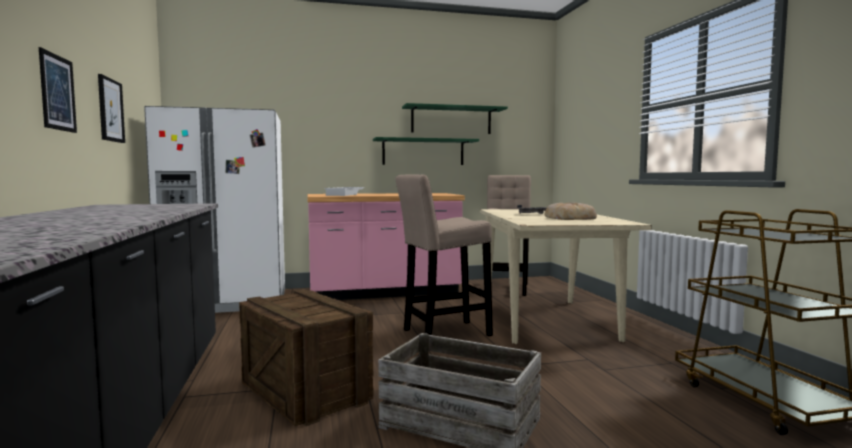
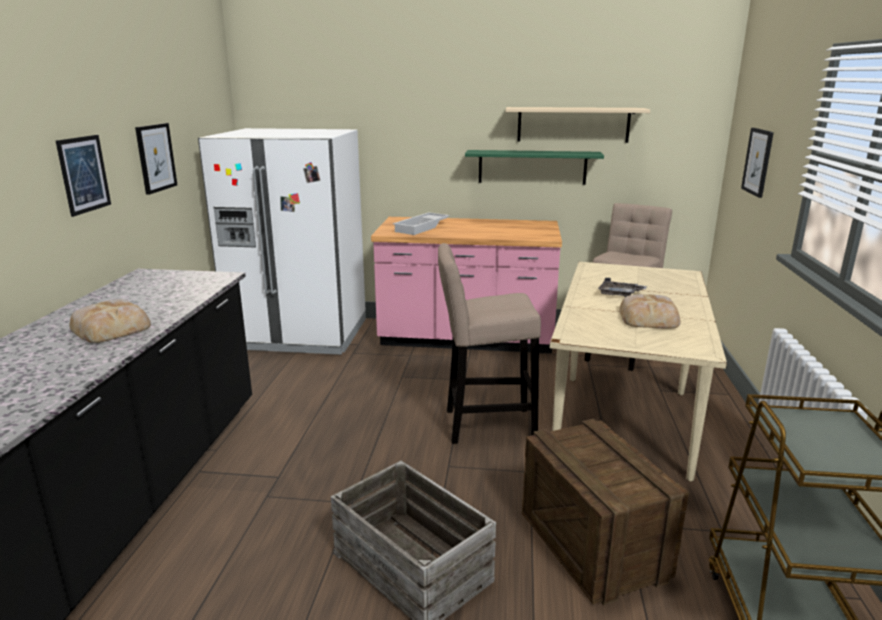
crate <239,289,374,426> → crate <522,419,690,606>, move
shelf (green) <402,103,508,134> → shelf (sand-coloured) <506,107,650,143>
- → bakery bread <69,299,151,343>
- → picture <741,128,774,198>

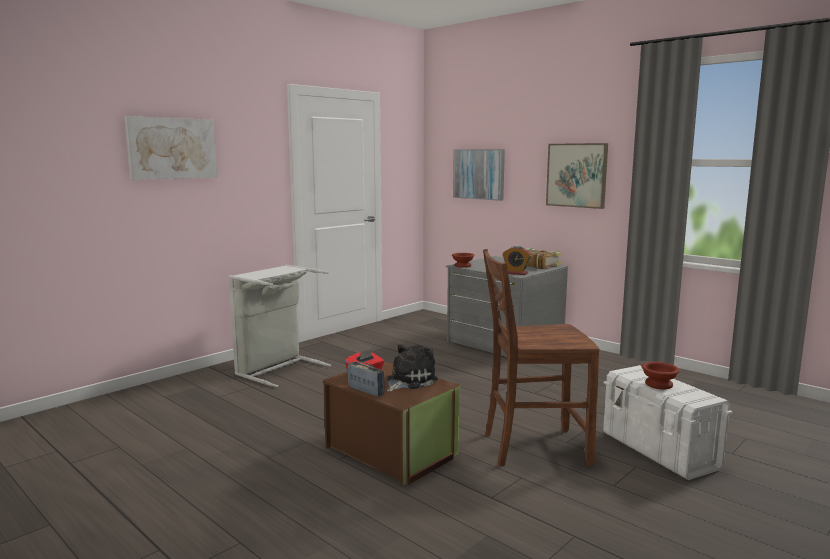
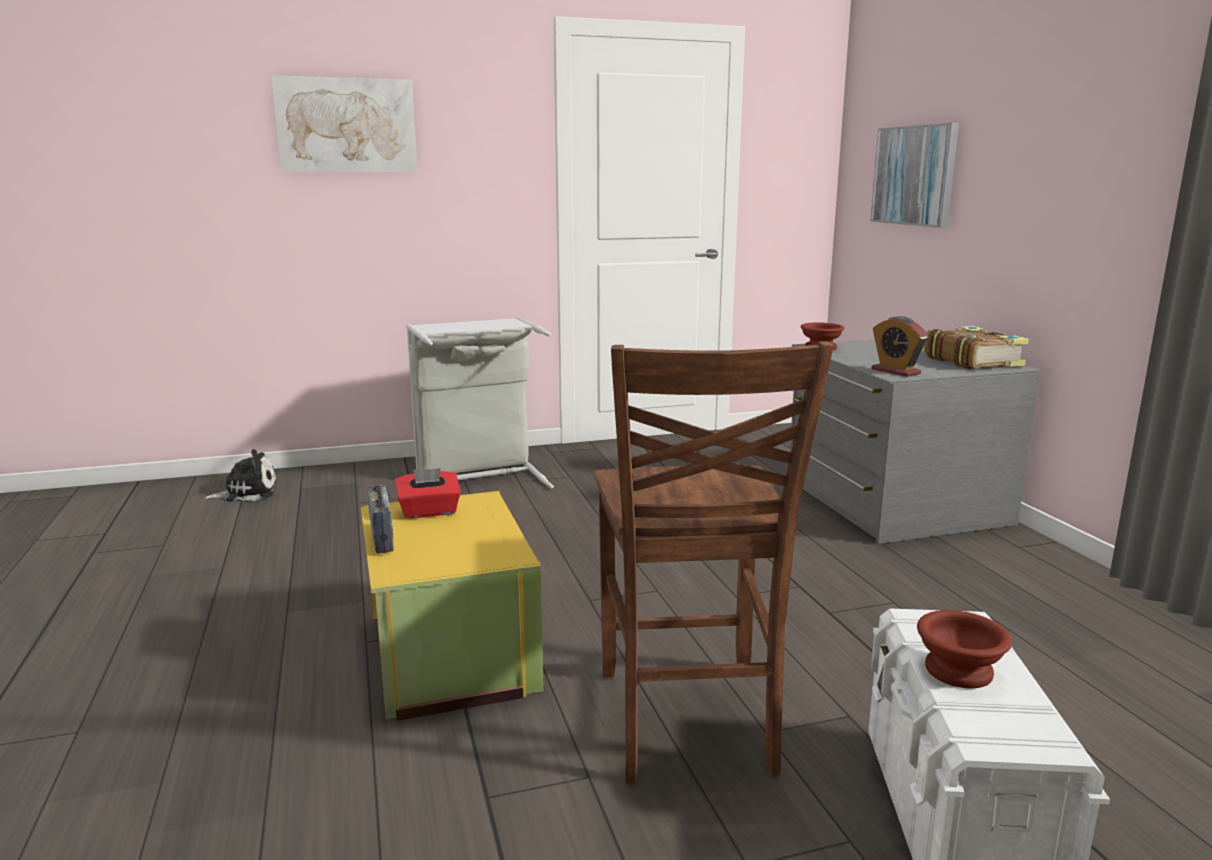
storage box (brown-coloured) <323,361,461,485> → storage box (yellowish) <361,491,544,721>
soft toy <387,344,438,392> → soft toy <204,449,276,502>, move
plain chair (brown-coloured) <483,249,599,467> → plain chair (brown-coloured) <595,341,834,785>, 120 degrees counterclockwise
picture <546,143,608,209> → -

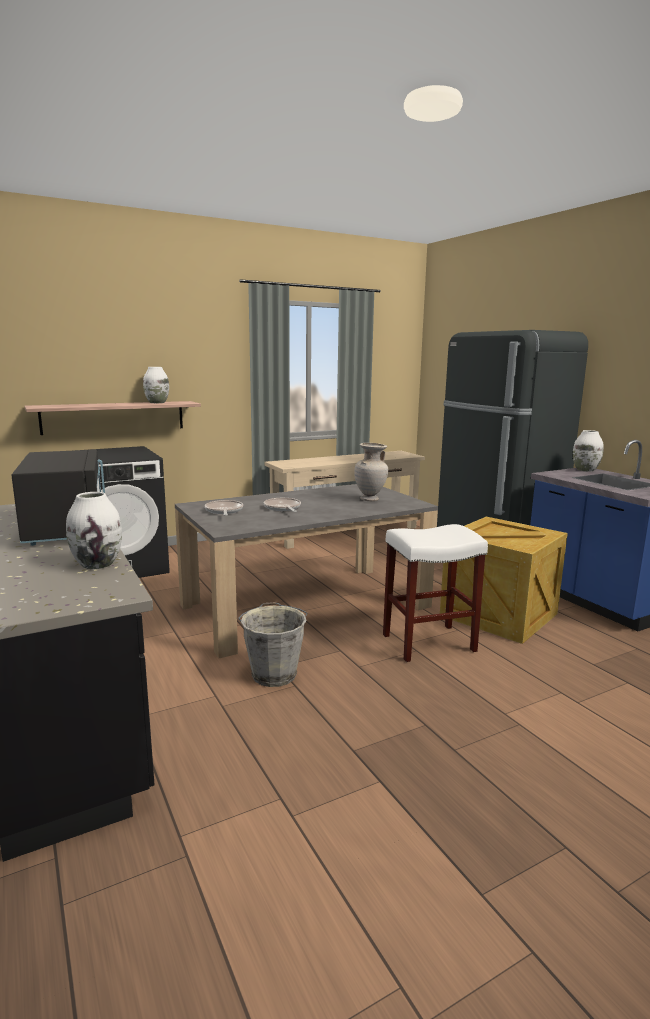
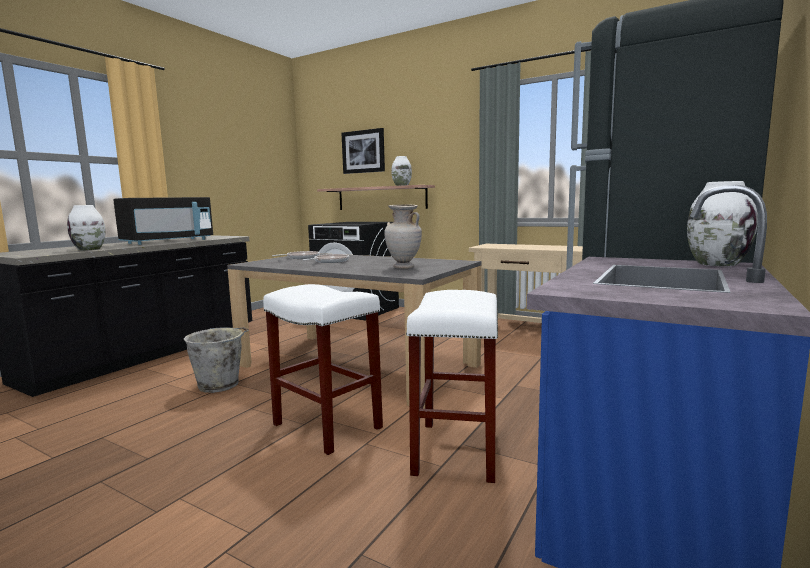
crate <440,517,568,644> → stool (white-coloured) <406,290,498,483>
- → picture <342,128,385,174>

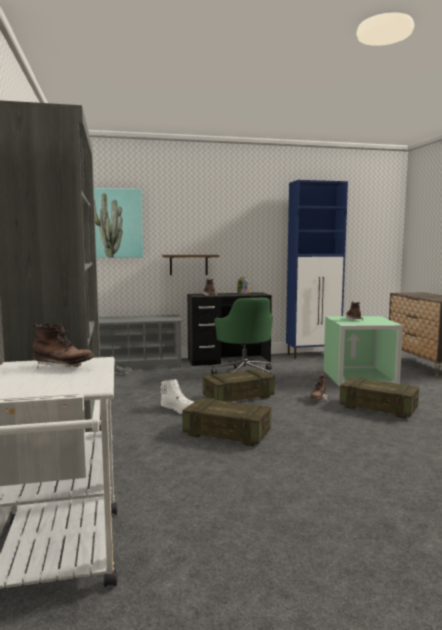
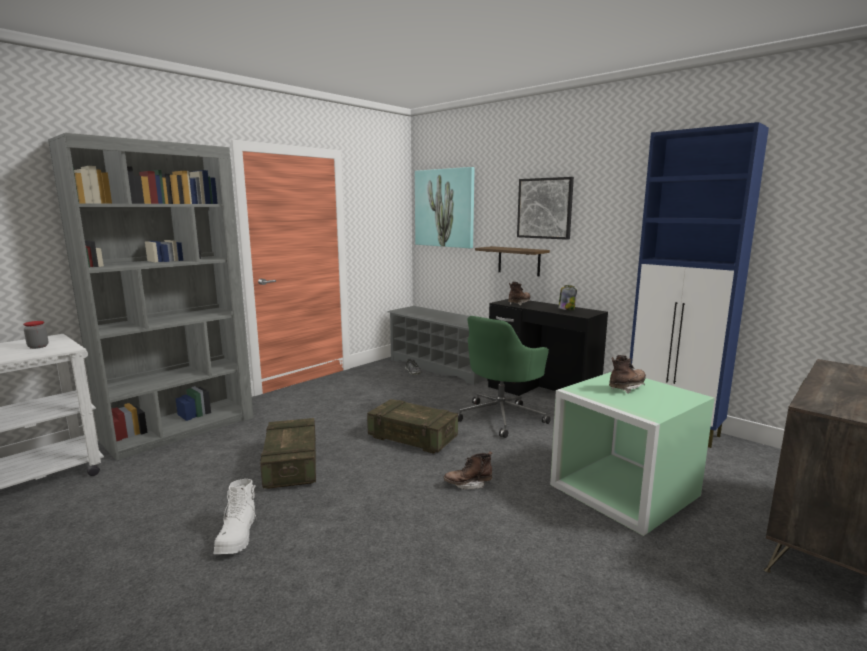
high-top boot (brown-coloured) <33,322,95,368> → jar <23,321,48,349>
high-top boot (white-coloured) <160,379,195,414> → high-top boot (white-coloured) <213,479,257,554>, move
crate <340,377,419,419> → -
- → picture <517,177,574,240>

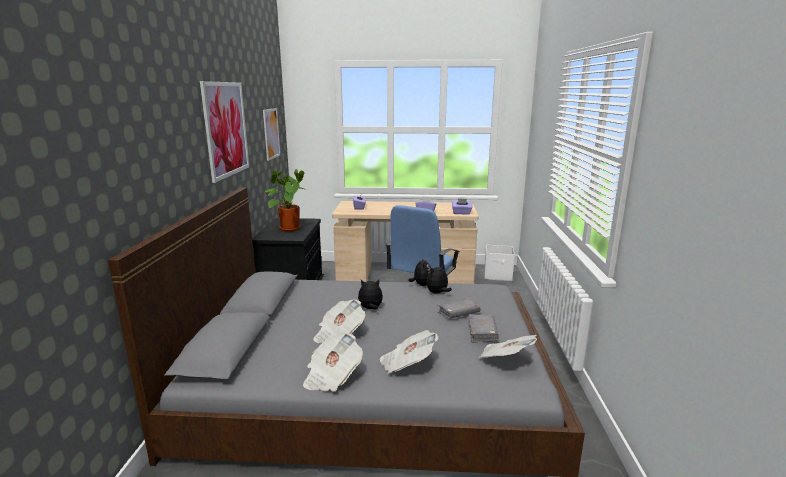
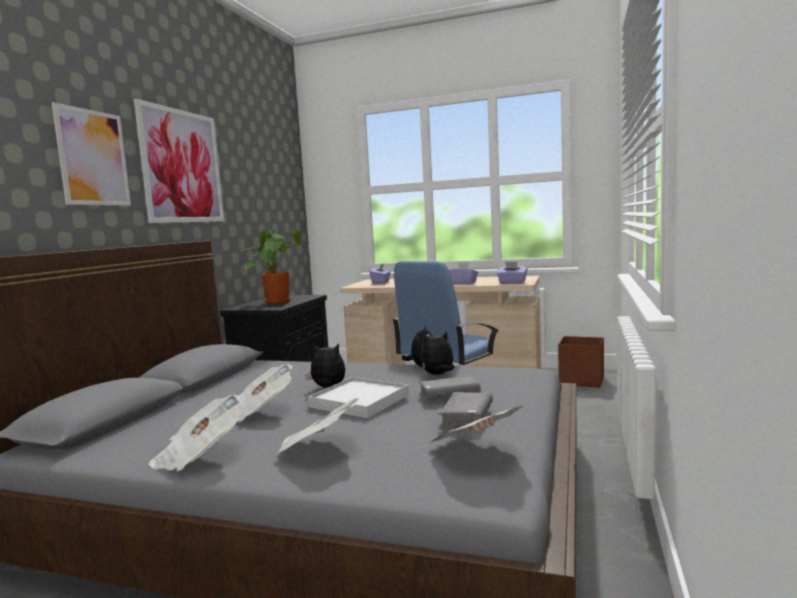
picture <263,108,280,161> → picture <52,102,131,205>, move
storage box (white-coloured) <485,245,515,281> → storage box (brown-coloured) <558,336,604,388>
- → serving tray (white-coloured) <308,377,409,418>

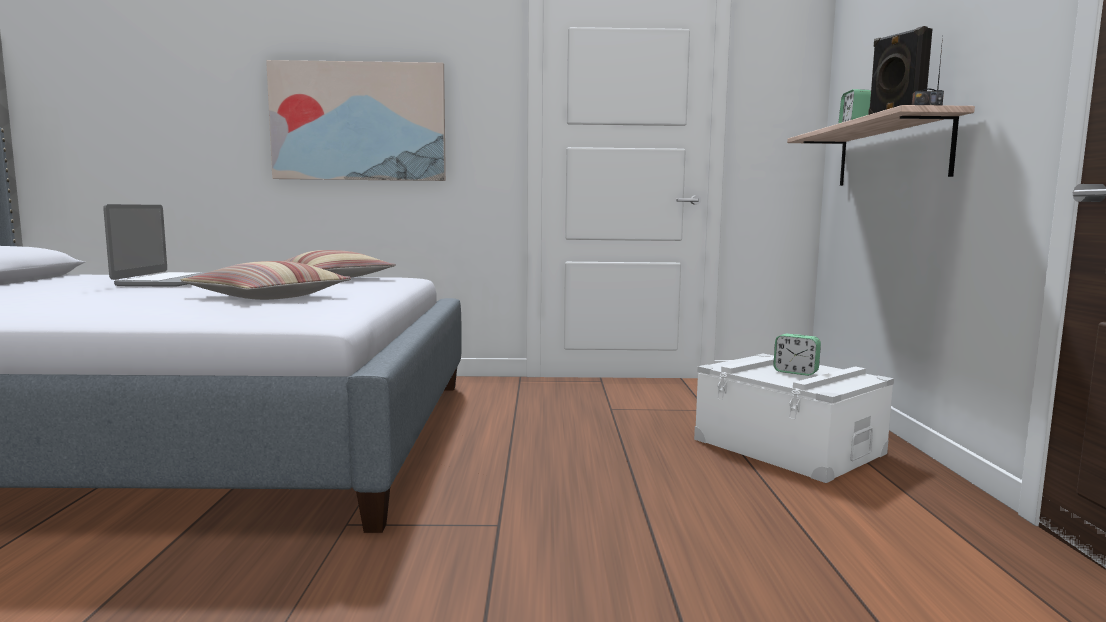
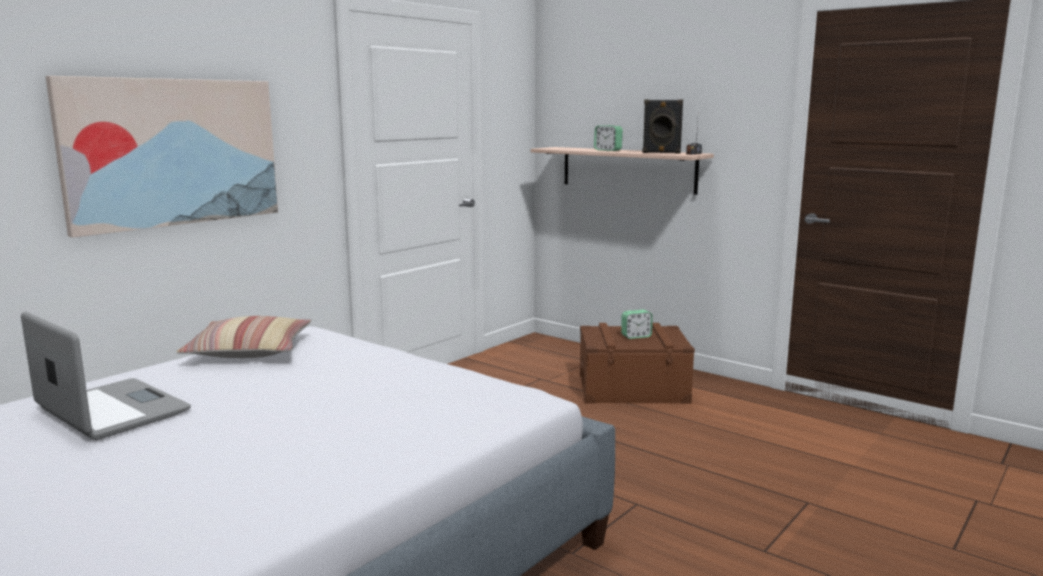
cushion <181,261,351,300> → -
storage box (white-coloured) <694,354,894,483> → storage box (brown-coloured) <580,323,695,404>

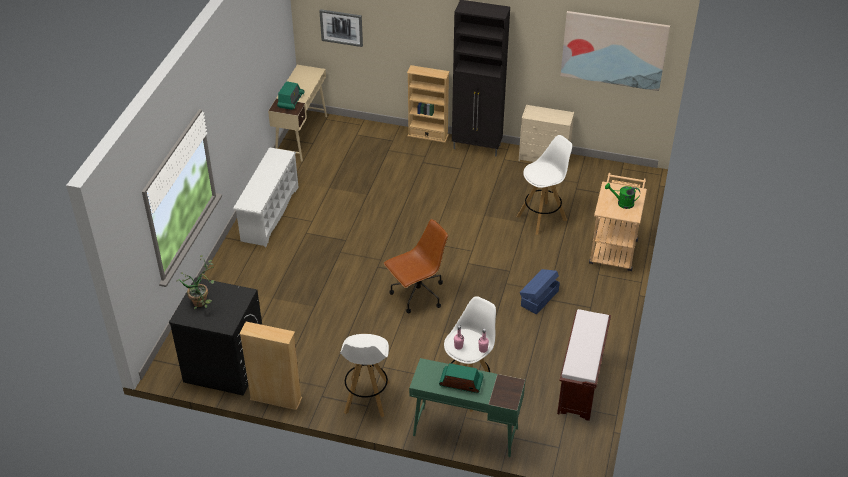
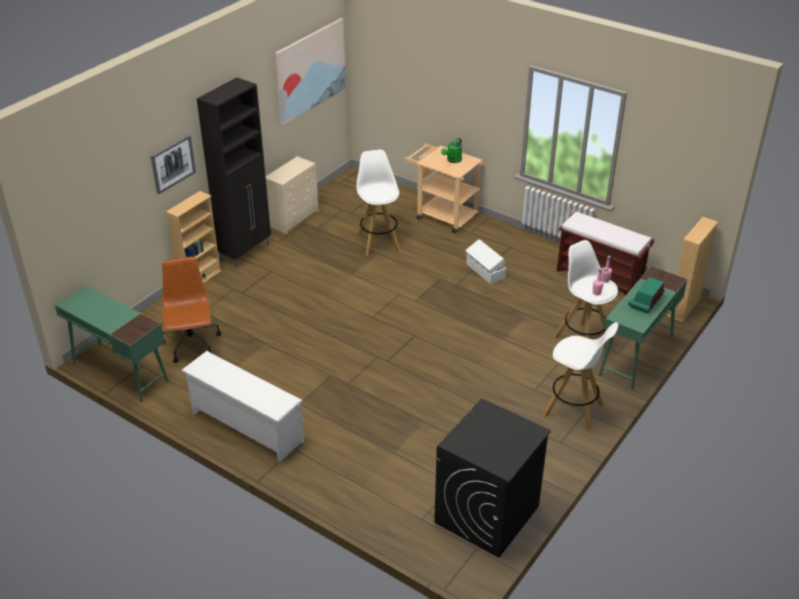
houseplant <176,255,215,309> → -
bookshelf (sand-coloured) <239,322,302,410> → bookshelf (sand-coloured) <667,217,718,322>, move
desk table (sand-coloured) <268,65,327,162> → desk table (green) <55,286,169,402>
radio set <277,81,305,110> → -
picture <319,9,363,47> → picture <151,135,196,194>, move
desk chair (brown-coloured) <384,219,448,313> → desk chair (brown-coloured) <162,257,221,363>, move
storage box (blue-coloured) <520,269,560,314> → storage box (white-coloured) <465,239,506,284>

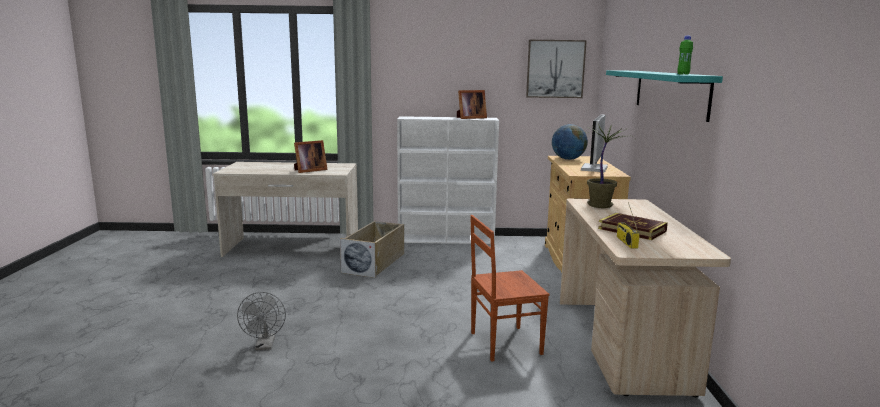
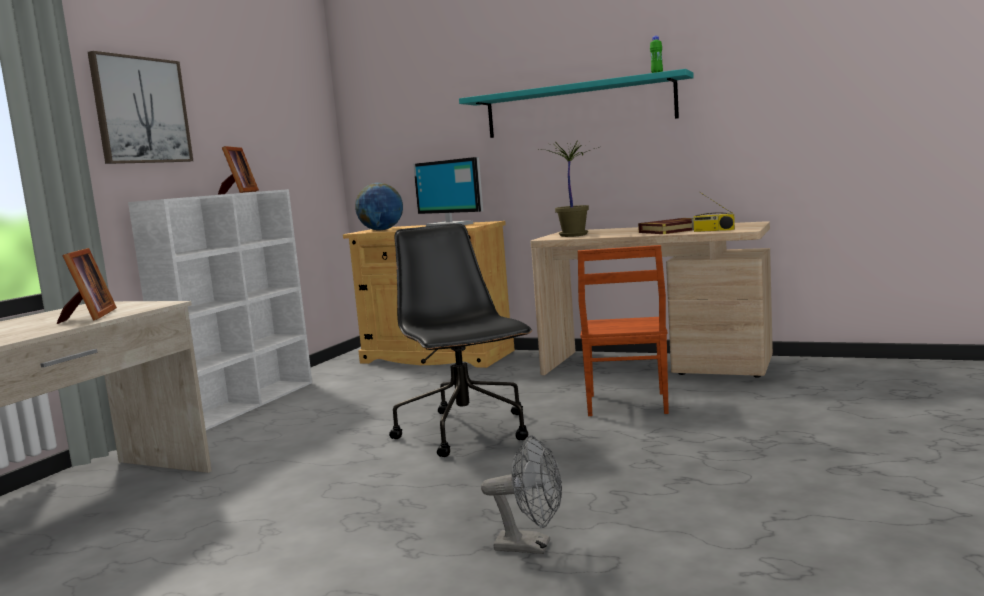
storage box (sand-coloured) <340,221,404,278> → -
picture <526,40,587,98> → picture <88,51,193,164>, move
- → desk chair (black) <389,224,532,457>

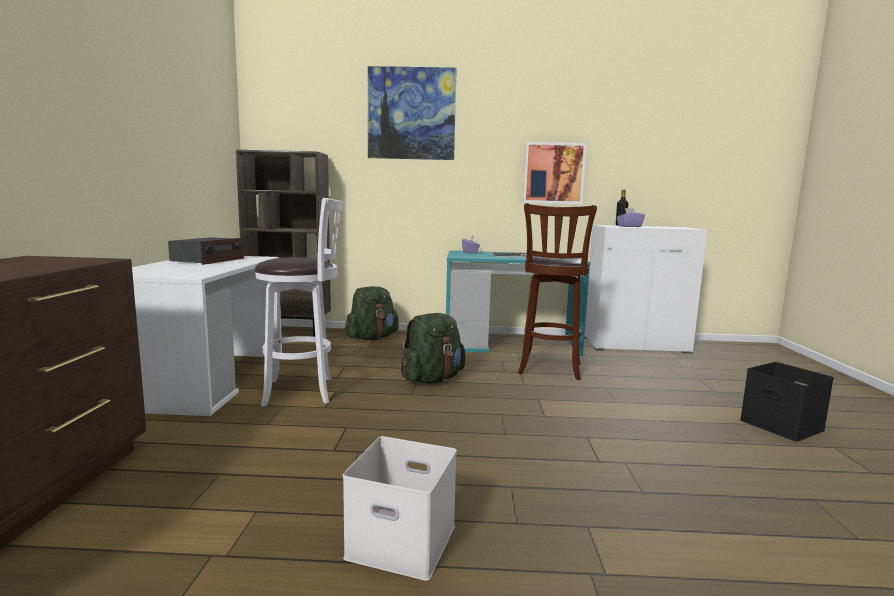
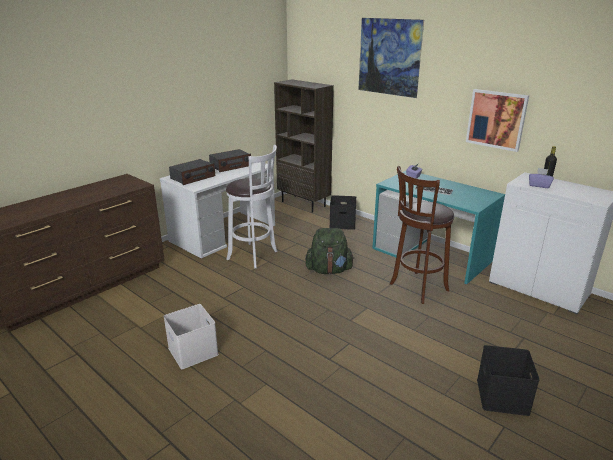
rucksack (green) <345,286,399,340> → storage box (black) <329,195,356,230>
- → radio set <169,159,215,185>

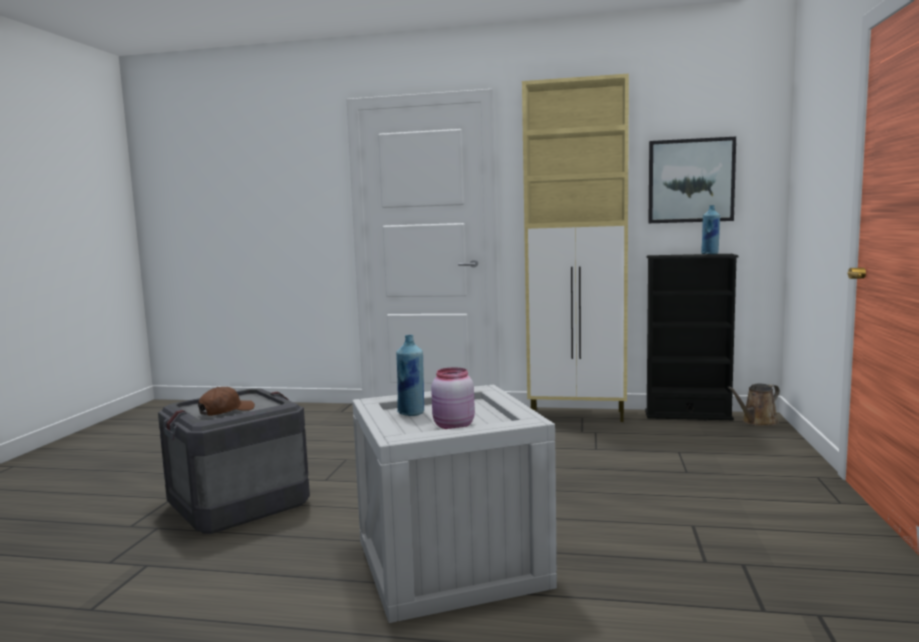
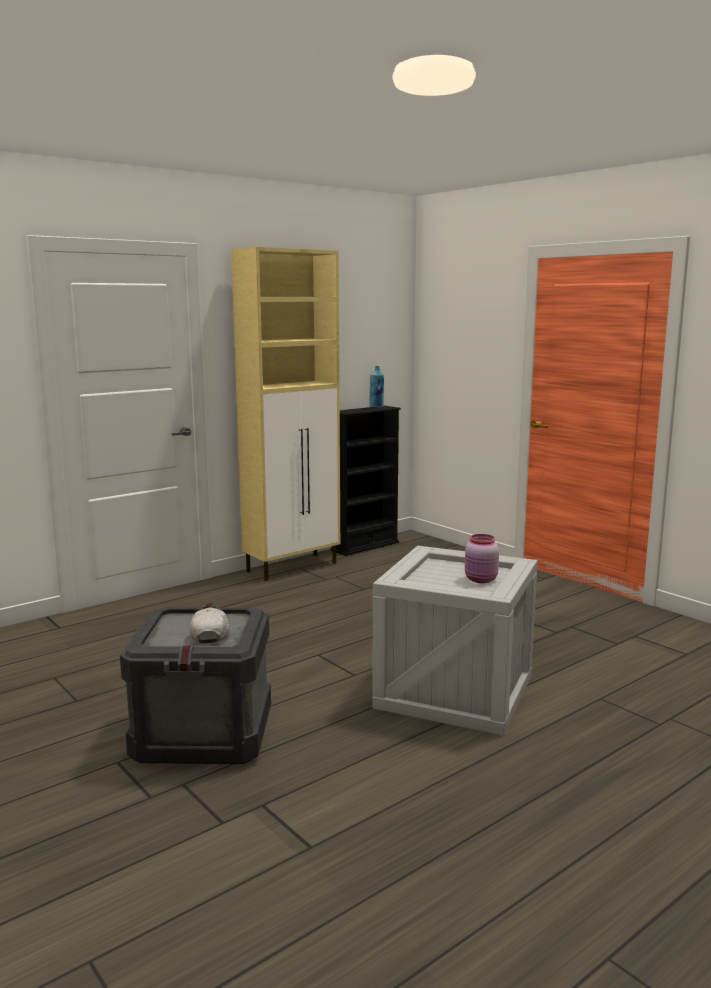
peaked cap (brown-coloured) <198,387,255,416> → peaked cap (white-coloured) <189,608,230,644>
bottle (blue-coloured) <396,335,424,416> → -
picture <648,137,736,223> → -
sprinkling can (brown-coloured) <727,383,780,426> → -

